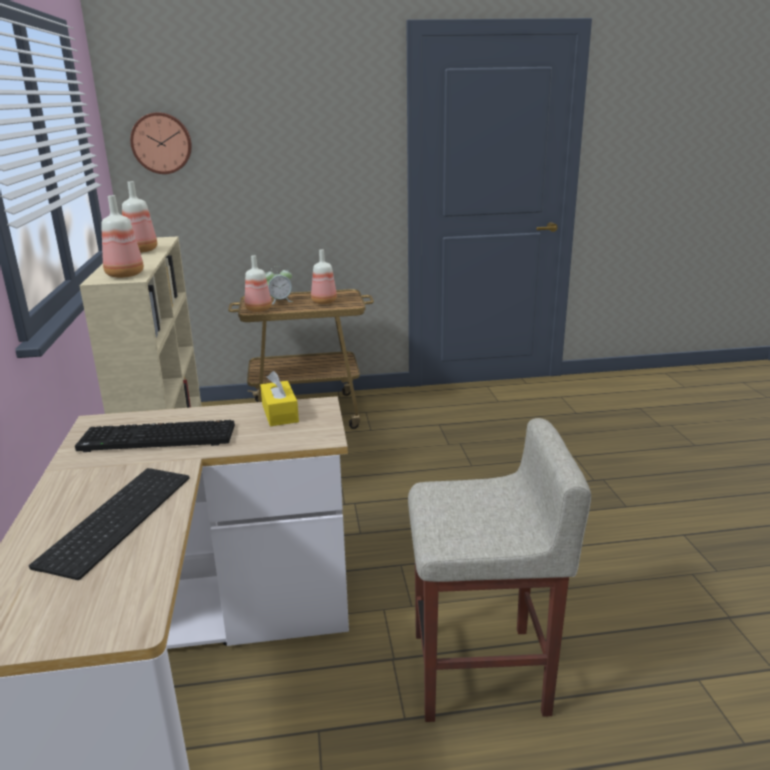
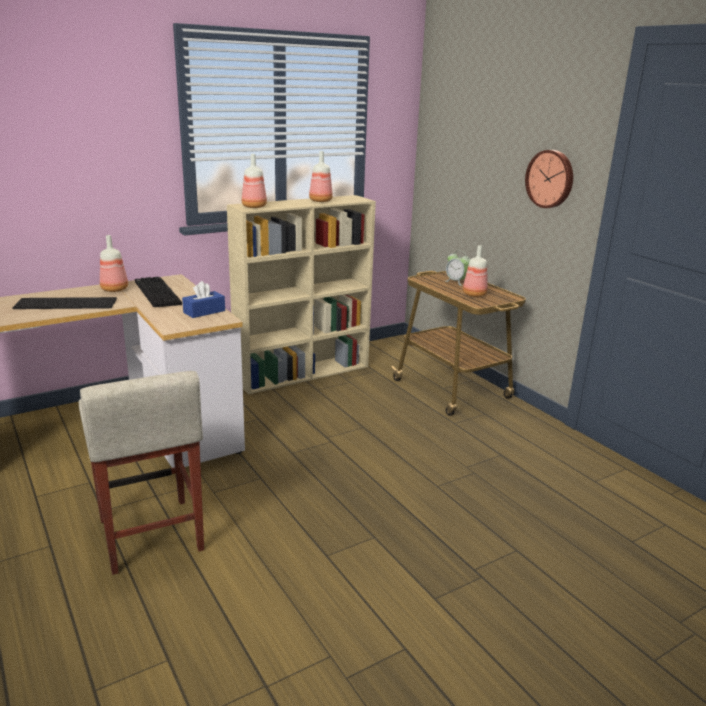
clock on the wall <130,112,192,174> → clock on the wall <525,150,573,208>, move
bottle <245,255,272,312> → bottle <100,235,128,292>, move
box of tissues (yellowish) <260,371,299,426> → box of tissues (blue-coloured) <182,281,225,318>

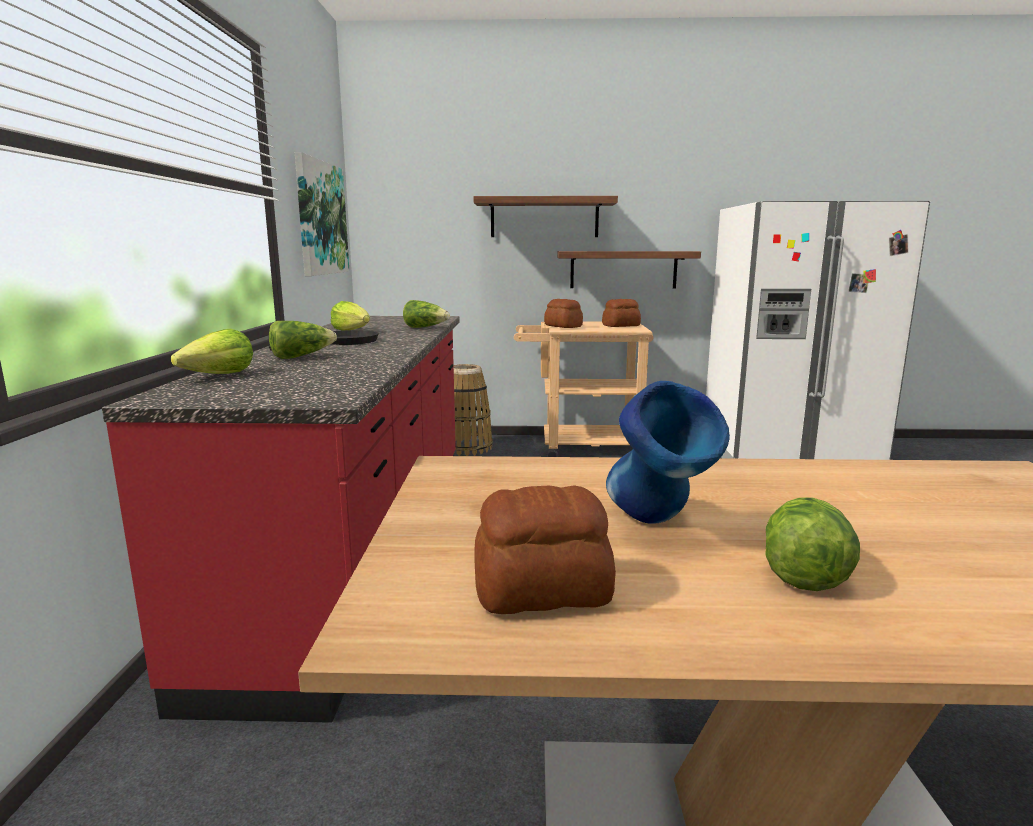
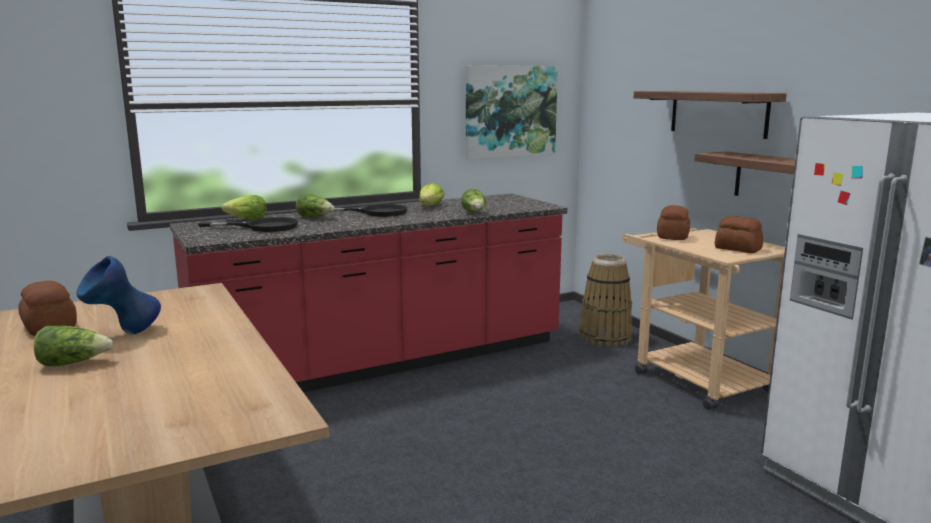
- → pan (black) <198,217,298,232>

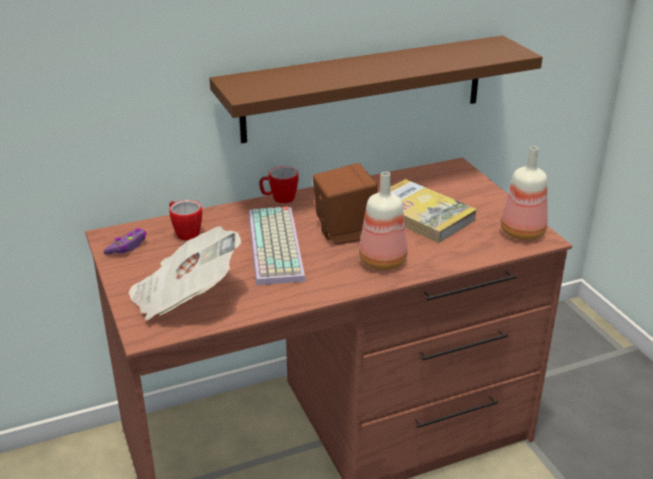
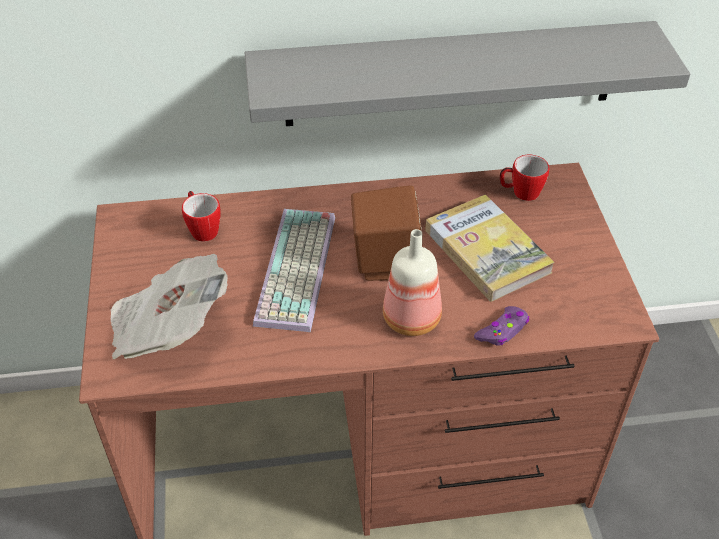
gamepad (purple) <103,228,146,255> → gamepad (purple) <474,306,529,345>, move
shelf (brown-coloured) <209,35,543,143> → shelf (gray) <245,21,690,126>
coffee mug <259,166,298,203> → coffee mug <500,155,549,201>, move
bottle <501,146,548,240> → -

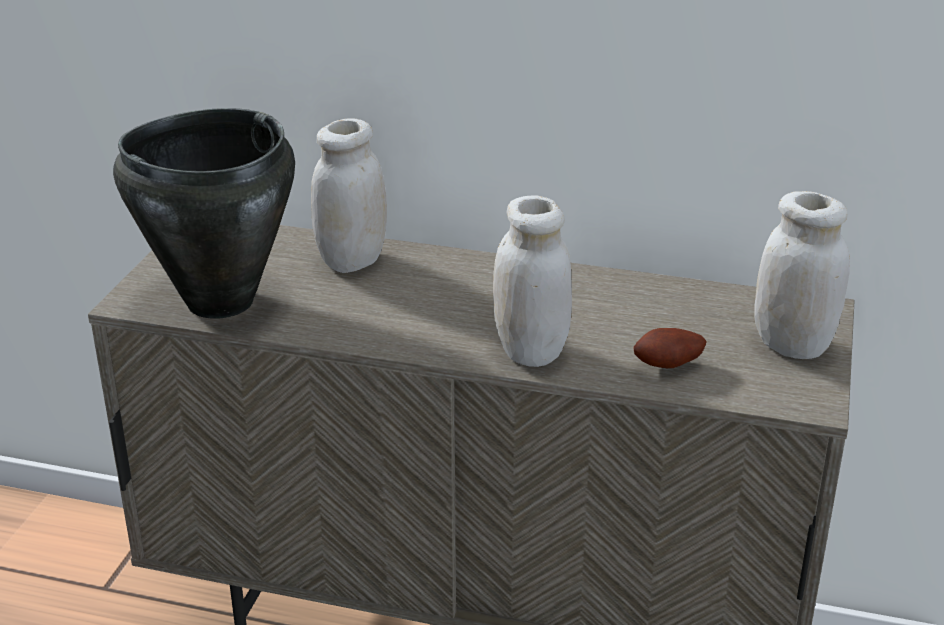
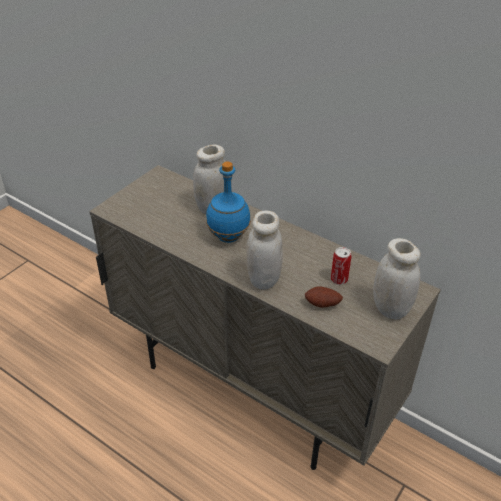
cooking pot (black) <113,108,295,319> → -
- → bottle (blue-coloured) <206,162,251,243>
- → sealed can <331,247,351,285>

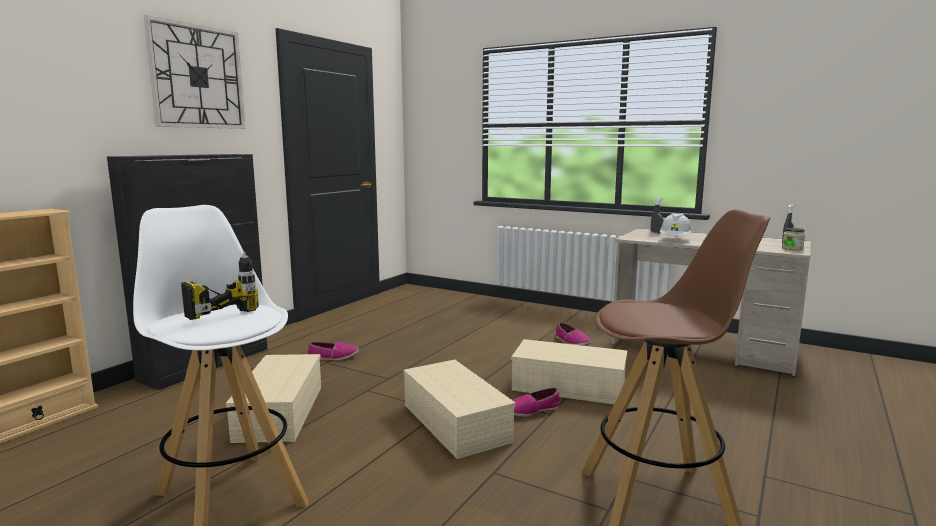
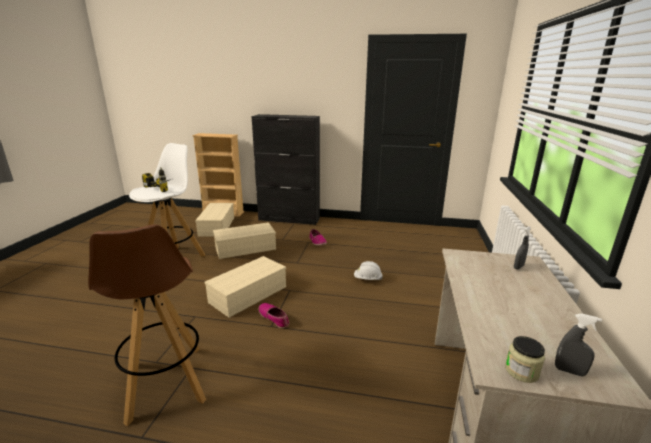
clock on the wall <144,15,246,129> → -
storage box (sand-coloured) <511,339,627,405> → storage box (sand-coloured) <195,203,234,237>, move
low shoe <555,323,592,346> → -
safety helmet (white-coloured) <660,213,692,238> → safety helmet (white-coloured) <354,261,383,280>, move

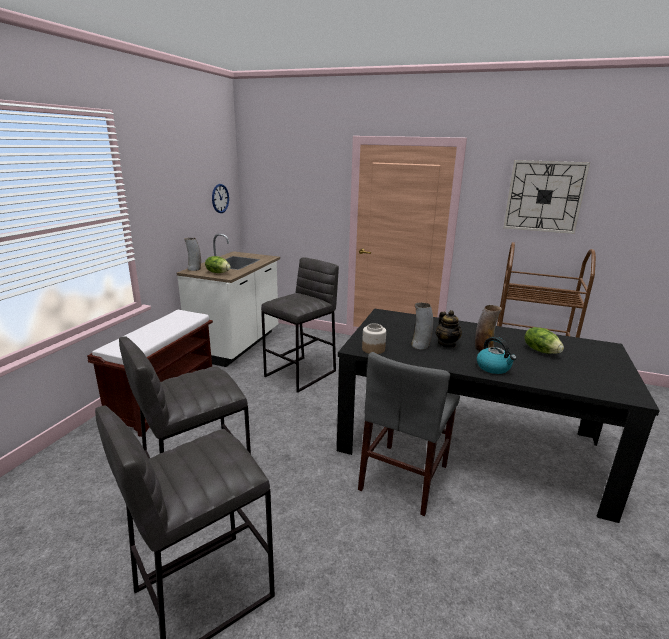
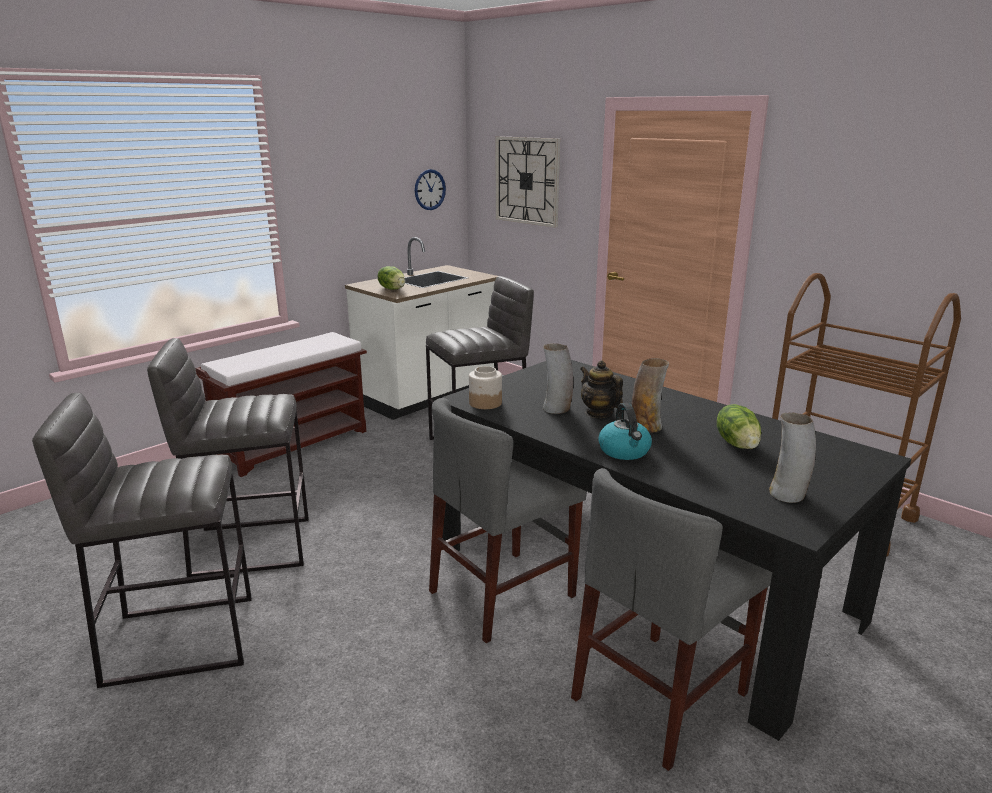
decorative vase <184,238,201,271> → decorative vase <769,412,816,503>, move
teapot <436,310,462,348> → teapot <580,360,623,418>, 135 degrees clockwise
clock on the wall <503,160,590,234> → clock on the wall <496,136,560,228>, move
- → plain chair (gray) <571,468,772,771>

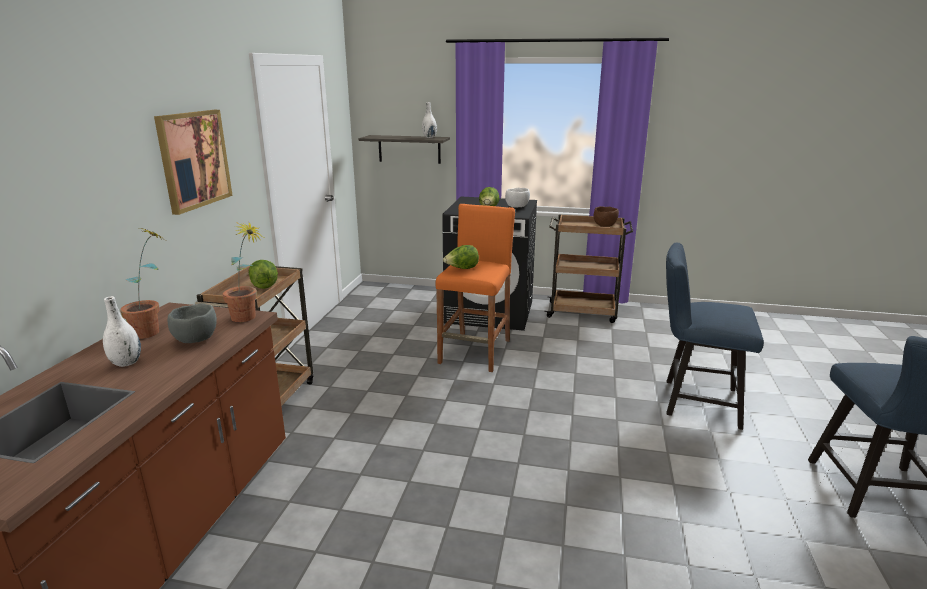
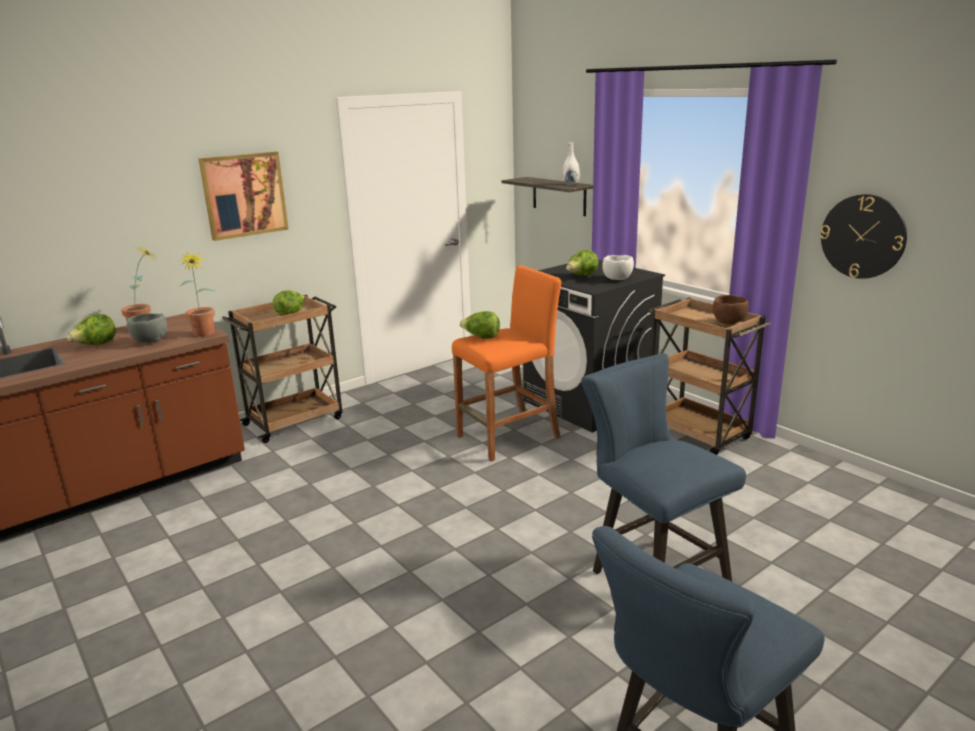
decorative vase (white-coloured) <103,296,141,367> → head of lettuce <67,314,116,345>
- → clock on the wall <820,194,907,279>

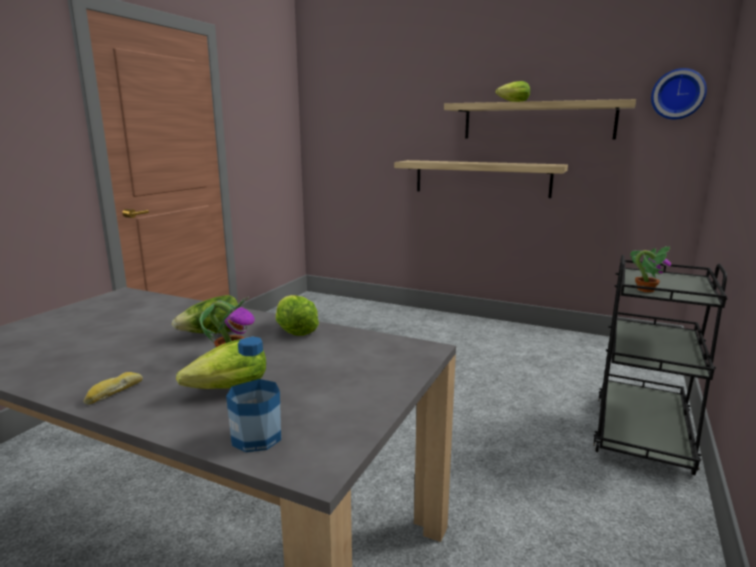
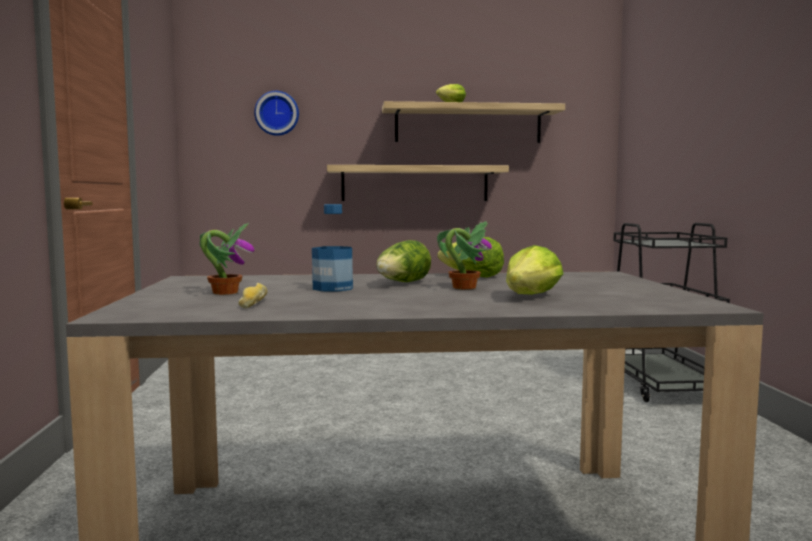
bakery bread <84,372,143,405> → bakery bread <238,283,267,308>, move
bottle <226,336,281,452> → bottle <312,204,353,291>, move
houseplant <630,246,671,292> → houseplant <200,222,255,295>, move
clock on the wall <651,68,707,119> → clock on the wall <254,91,299,136>, move

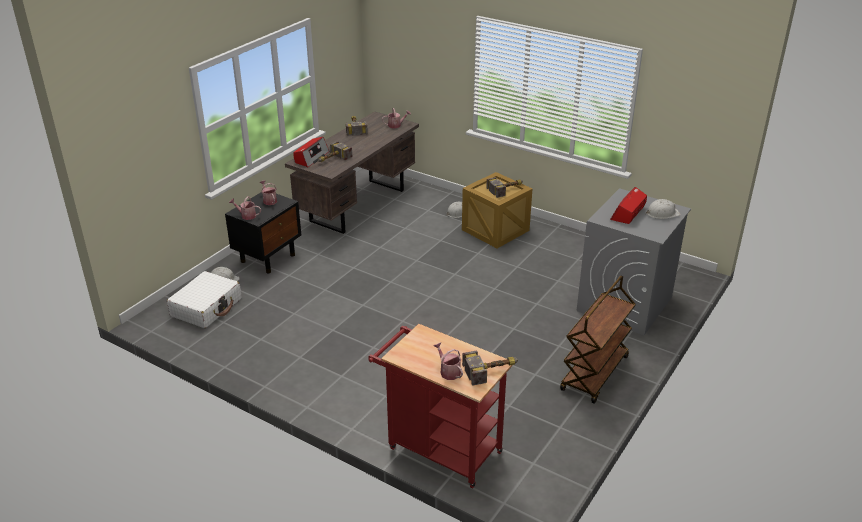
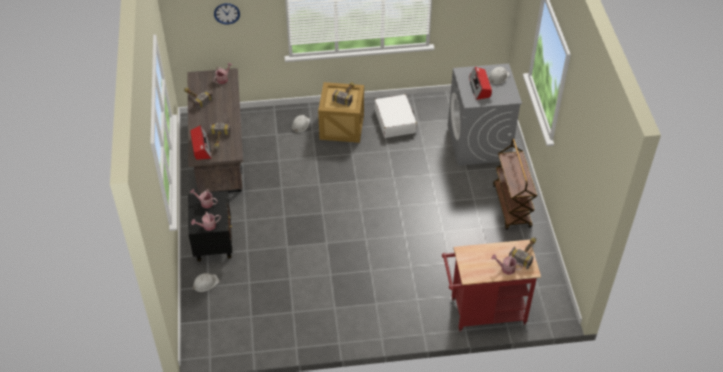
travel case (white-coloured) <167,271,241,328> → travel case (white-coloured) <374,94,417,138>, move
- → clock on the wall <214,3,240,24>

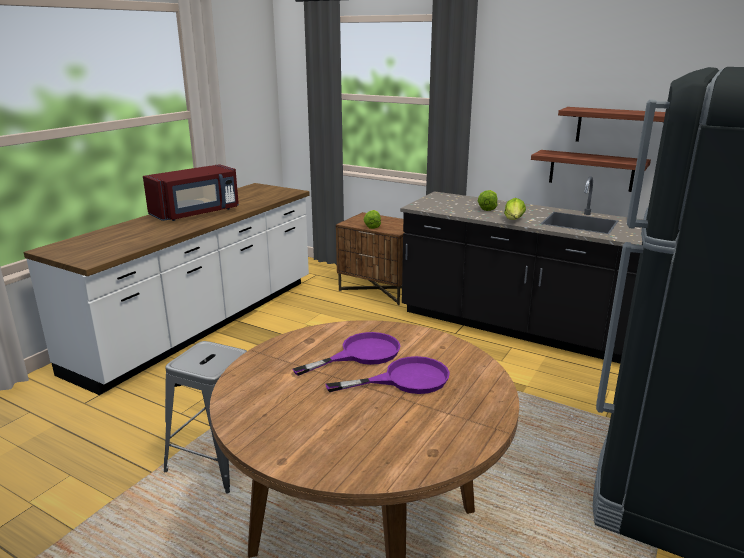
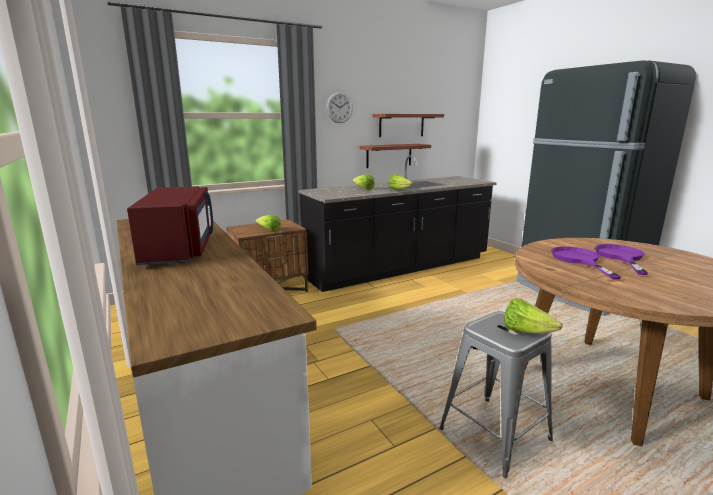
- → clock on the wall <326,92,353,123>
- → head of lettuce <504,299,563,334>

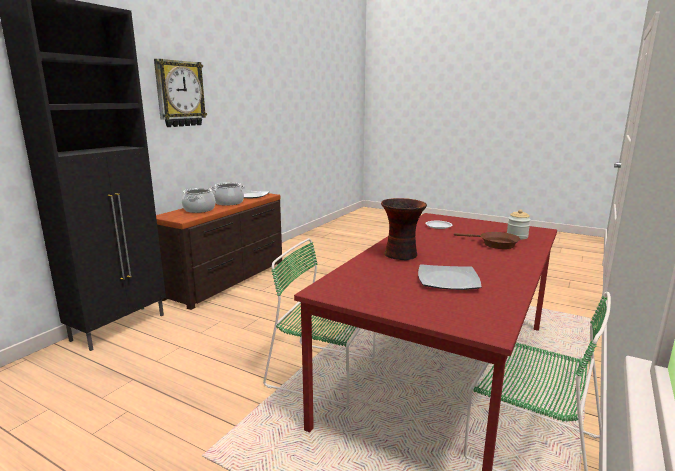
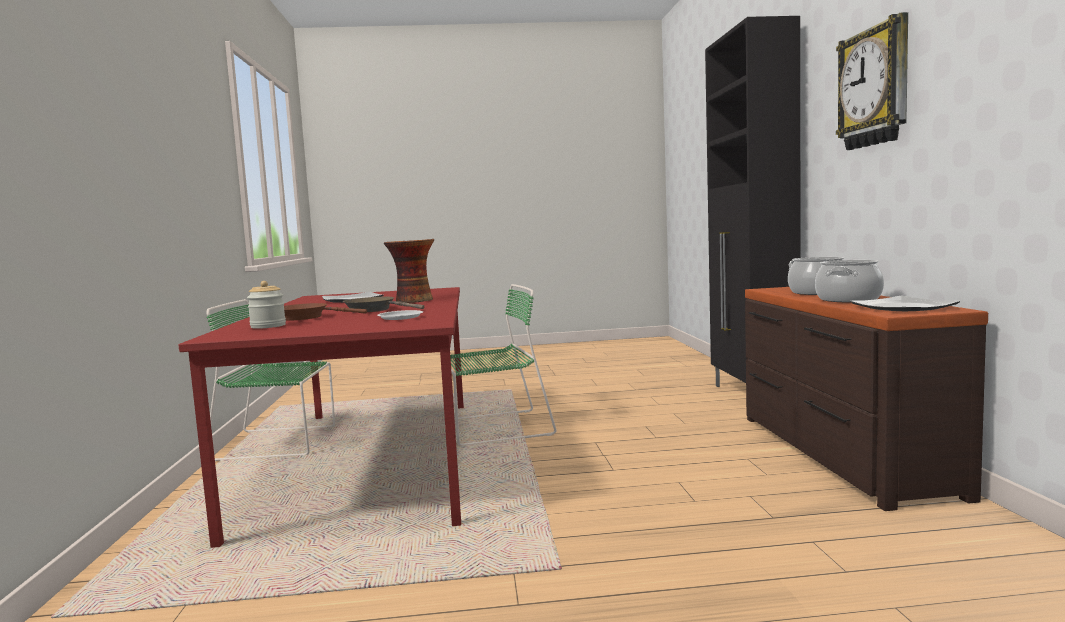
- → pan (brown-coloured) <343,297,424,313>

